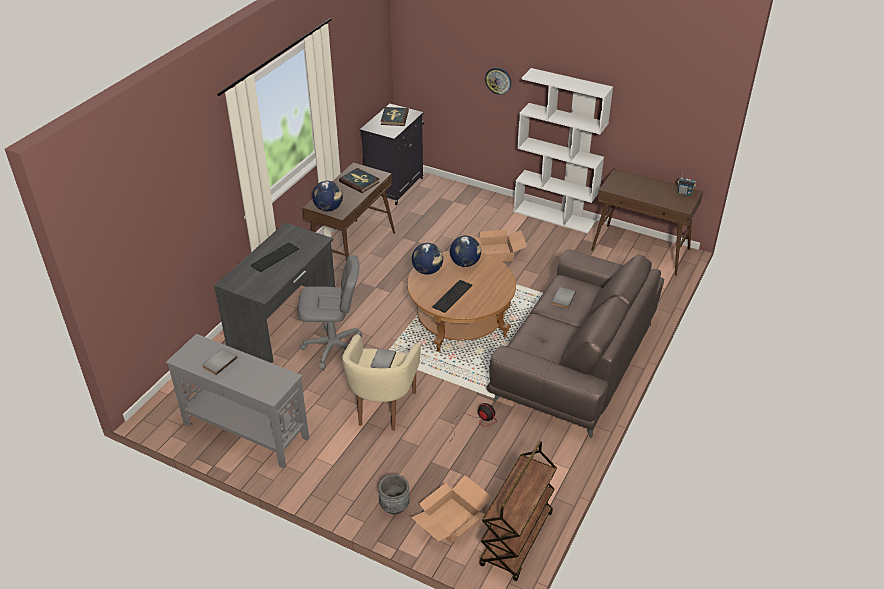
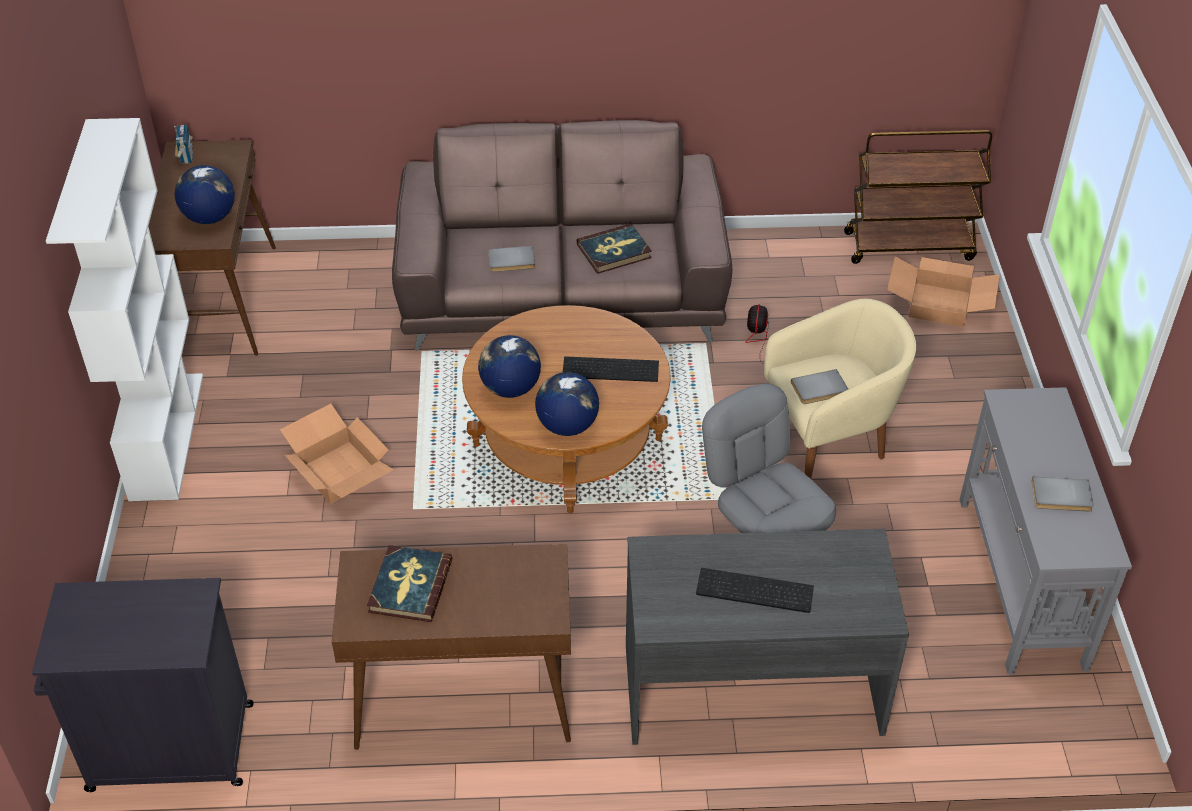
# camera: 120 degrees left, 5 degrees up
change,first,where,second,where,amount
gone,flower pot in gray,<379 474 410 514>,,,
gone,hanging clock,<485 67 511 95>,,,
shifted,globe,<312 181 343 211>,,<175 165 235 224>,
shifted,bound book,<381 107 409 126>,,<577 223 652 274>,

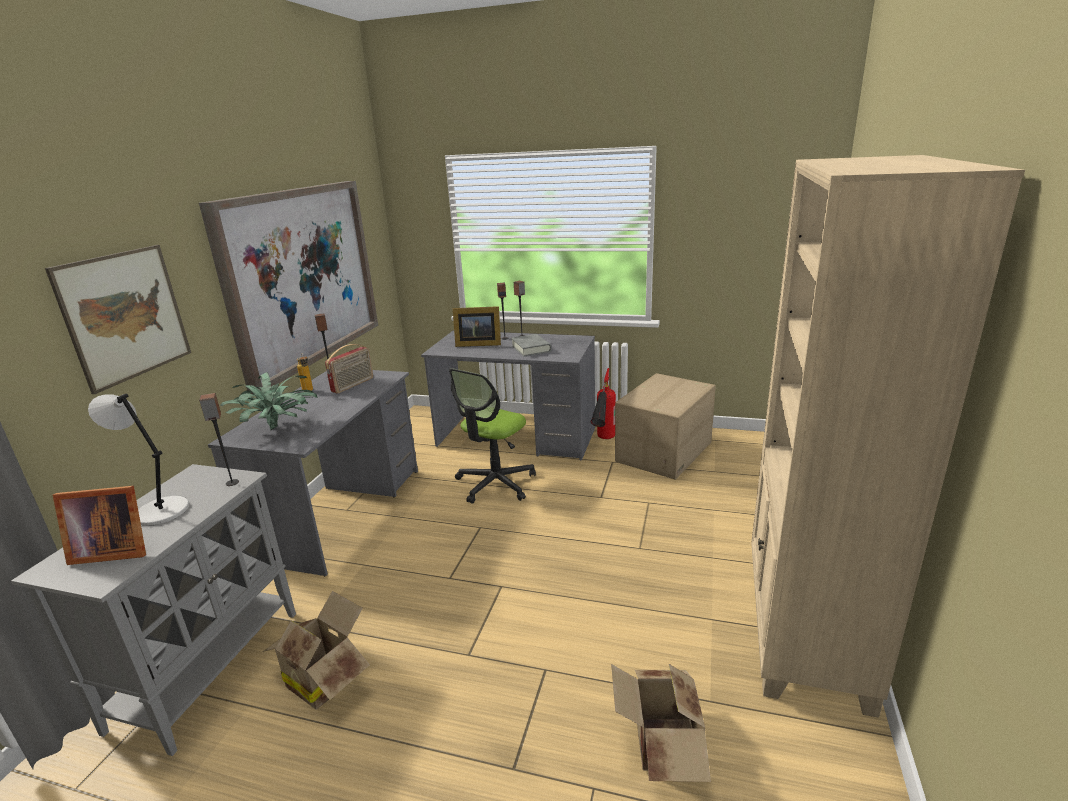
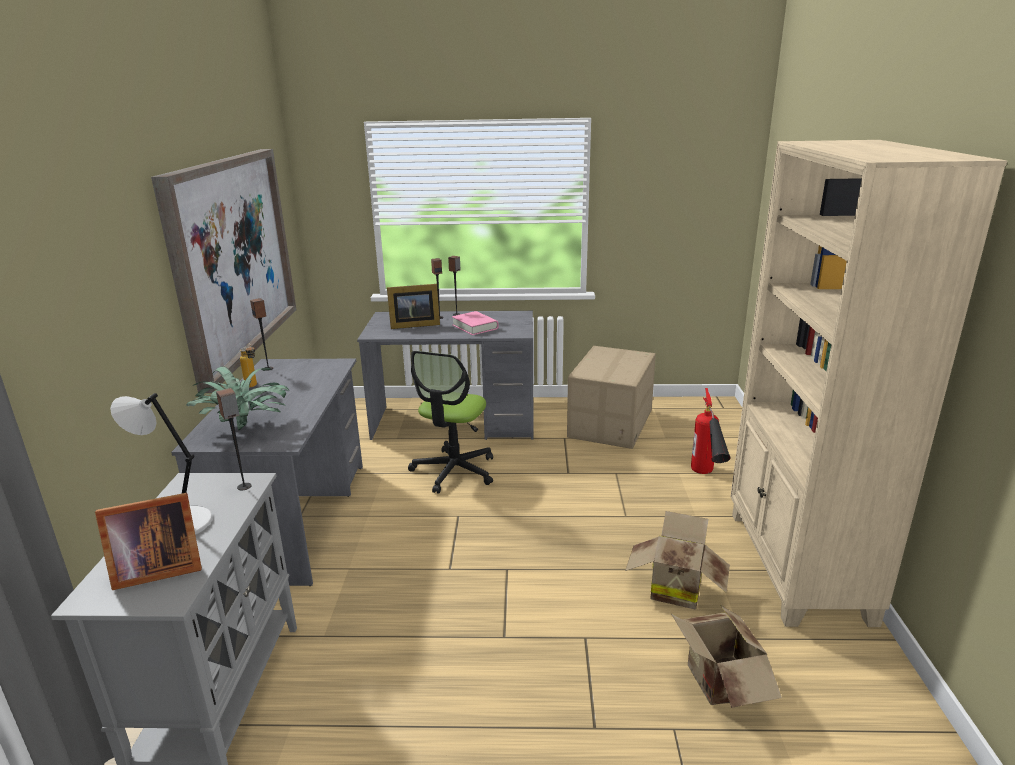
# camera: 15 degrees left, 0 degrees up
change,first,where,second,where,amount
gone,wall picture,<45 245 191 394>,,,
gone,radio,<325 344 373 393>,,,
shifted,carton,<263 591 370 709>,,<625 511 730 610>,
shifted,extinguisher,<590 368 616 439>,,<691 388 731 474>,
repainted,bound book in gray,<511 334 551 357>,bound book in pink-coloured,<452 311 498 335>,

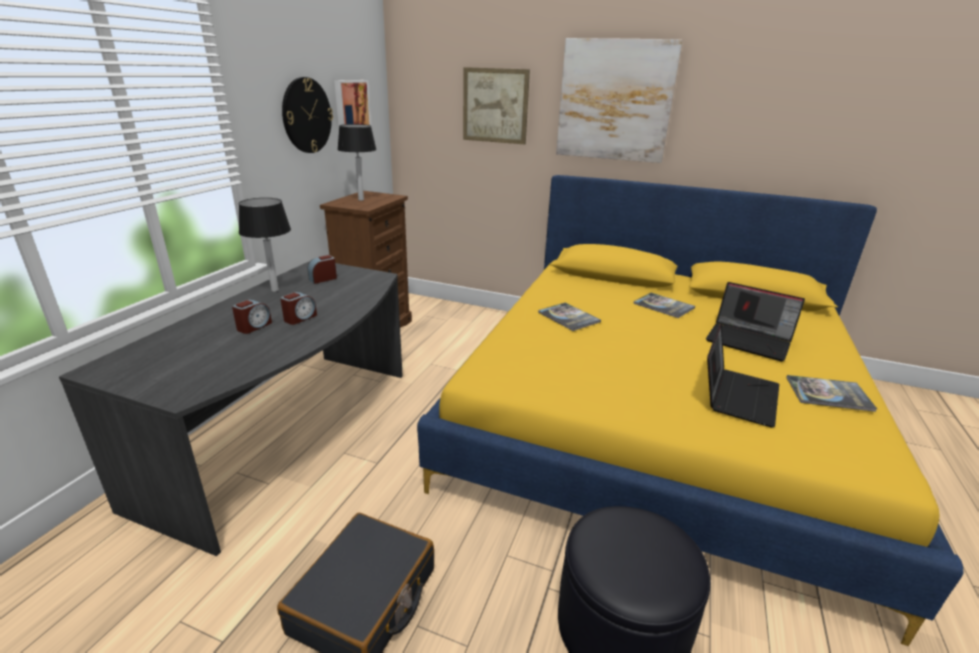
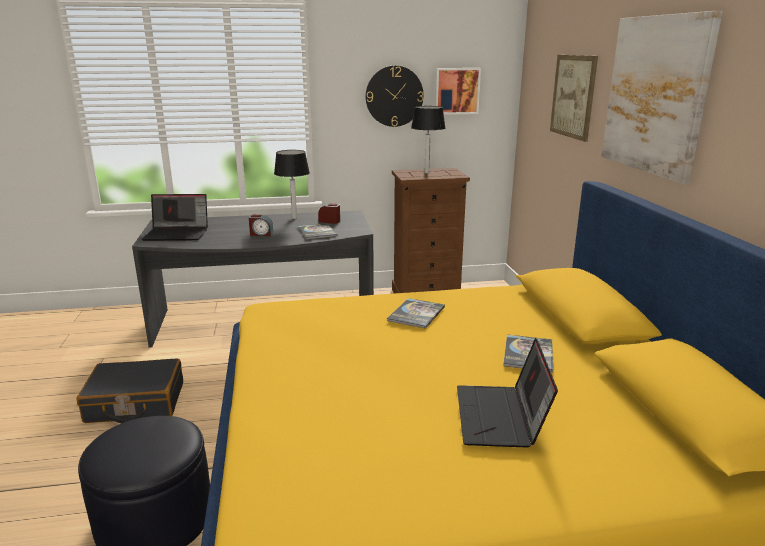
# camera: 60 degrees right, 5 degrees down
change,first,where,second,where,amount
gone,alarm clock,<232 300 272 334>,,,
shifted,laptop,<707 323 779 428>,,<142 194 208 241>,
shifted,bound book,<786 375 877 412>,,<298 223 338 239>,

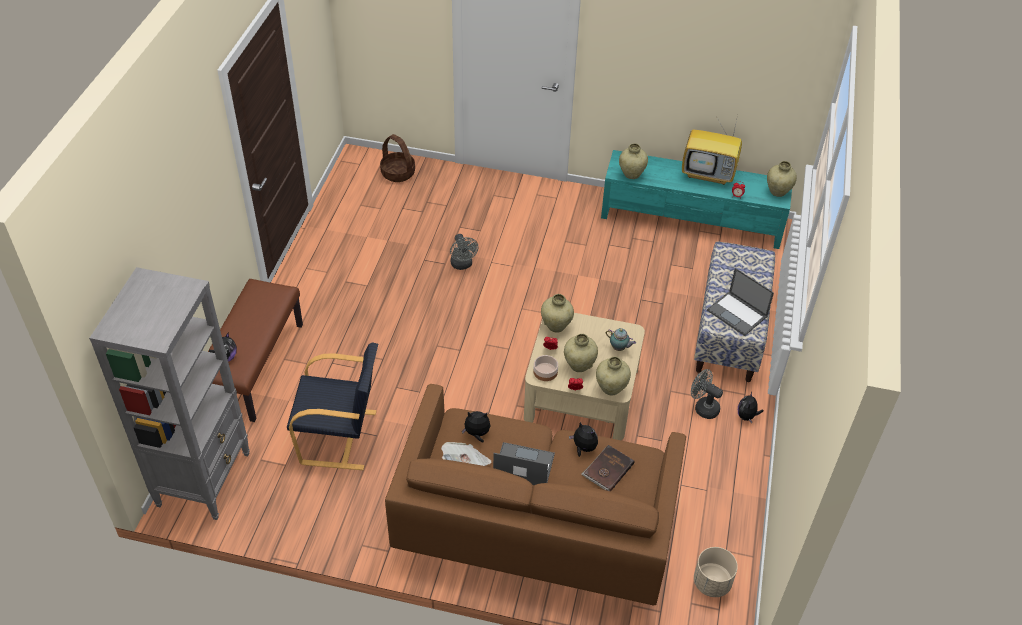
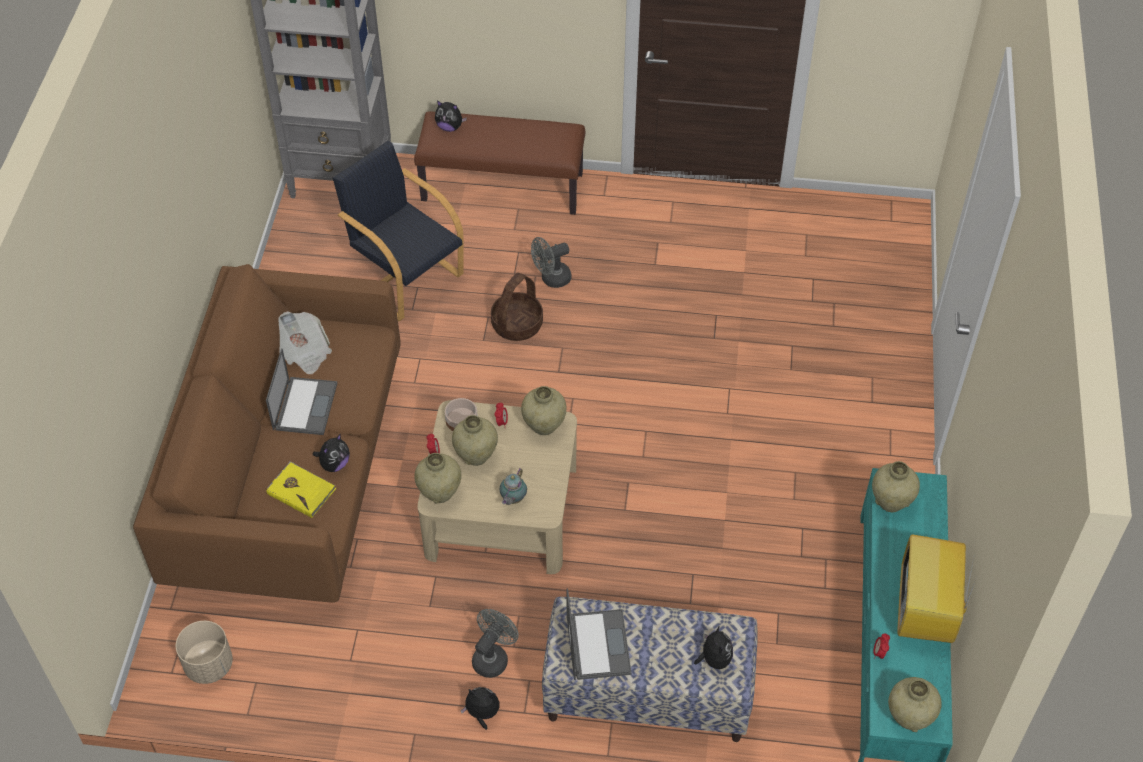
# camera: 85 degrees right, 5 degrees up
change,first,where,second,where,amount
shifted,storage basket,<380 134 415 182>,,<491 273 543 341>,
shifted,fan in gray,<450 234 479 270>,,<531 237 571 288>,
shifted,plush toy,<462 411 491 442>,,<694 625 733 669>,
repainted,bound book in brown-coloured,<581 445 634 491>,bound book in yellow,<266 462 336 518>,
rotated,easy chair in blackish,<287 342 378 470>,,<333 141 464 321>,135 degrees clockwise
rotated,laptop,<707 268 774 336>,,<566 588 632 680>,135 degrees clockwise

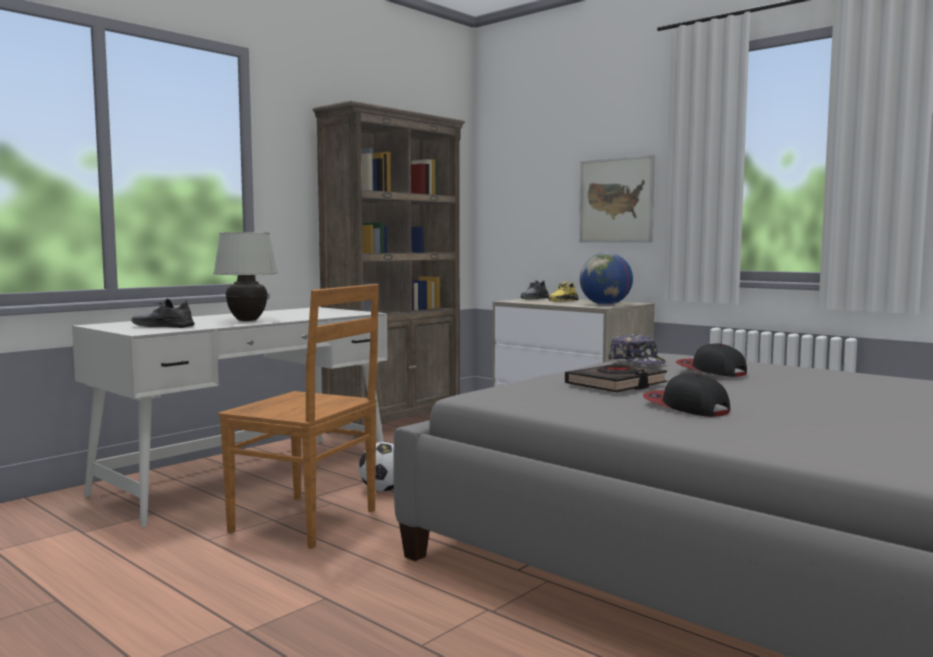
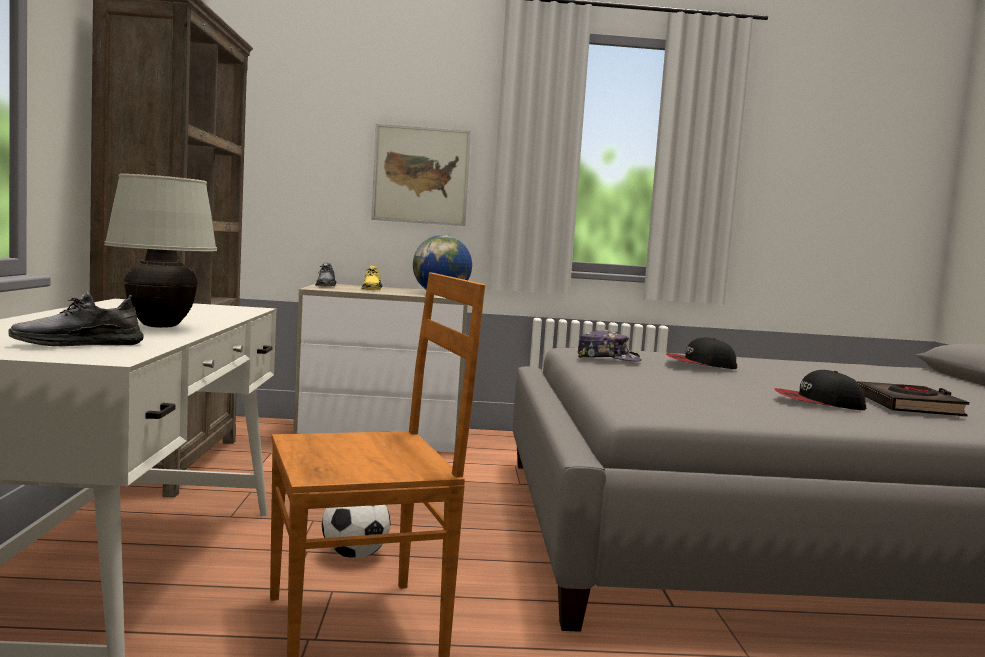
# camera: 45 degrees left, 0 degrees up
change,first,where,second,where,amount
shifted,bound book in blackish,<565 364 667 392>,,<857 381 969 416>,

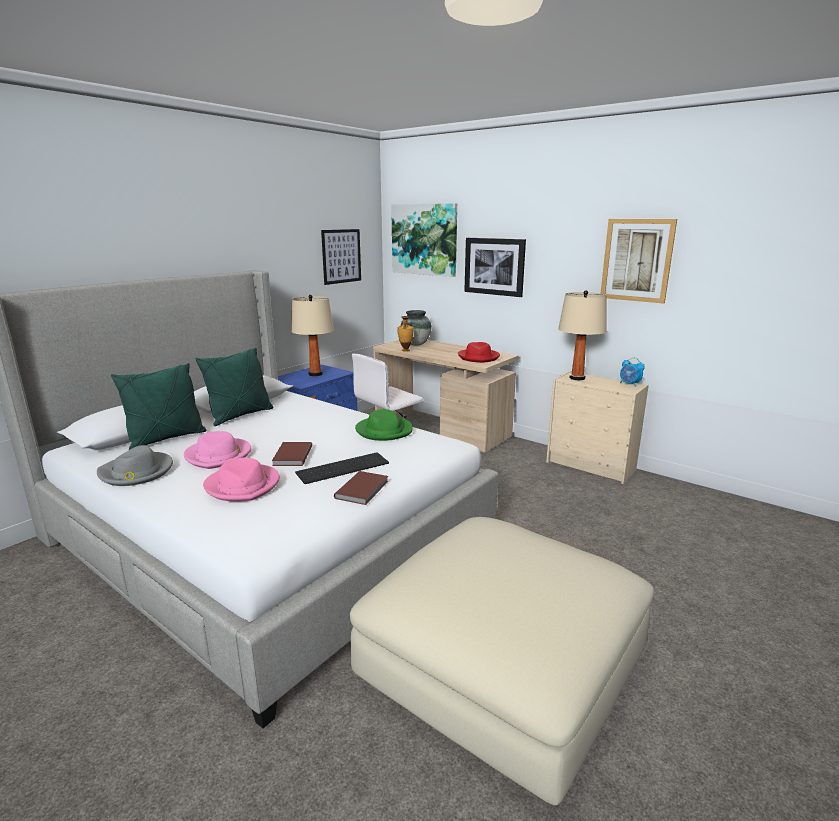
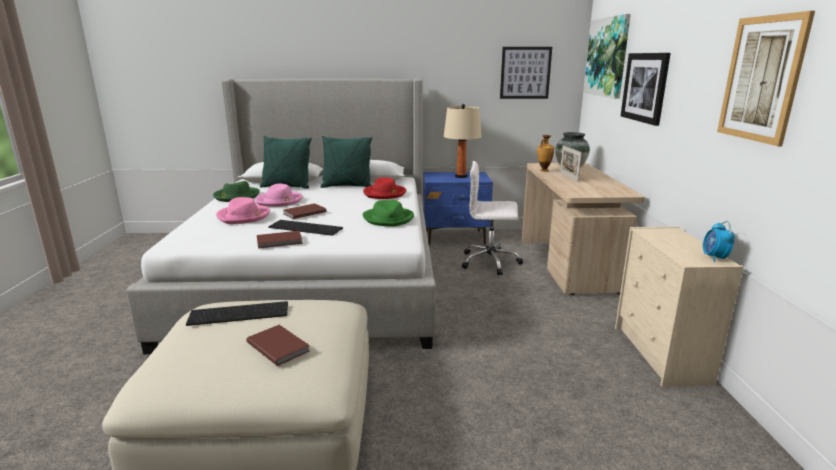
# camera: 50 degrees right, 0 degrees up
change,first,where,second,where,amount
gone,tabletop lamp in sand-coloured,<558 290 607 380>,,,
new,,,keyboard,<186 301 288 326>,
new,,,bound book in brown-coloured,<247 325 310 366>,
new,,,picture frame,<560 145 582 181>,
shifted,clothing hat in reddish,<458 342 500 363>,,<363 177 406 199>,
repainted,clothing hat in gray,<97 445 173 486>,clothing hat in green,<213 181 260 202>,

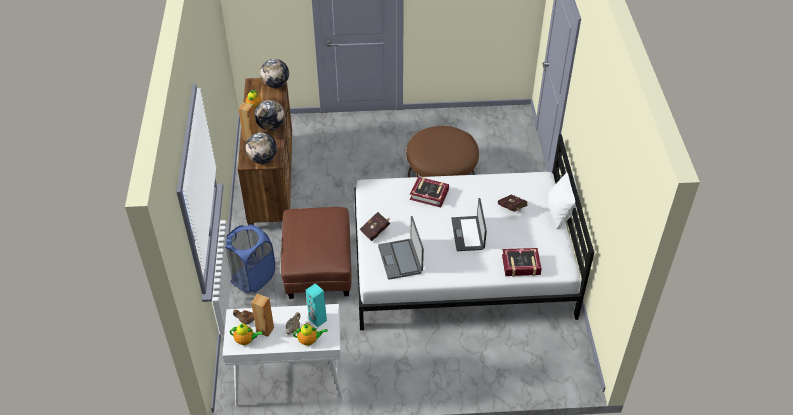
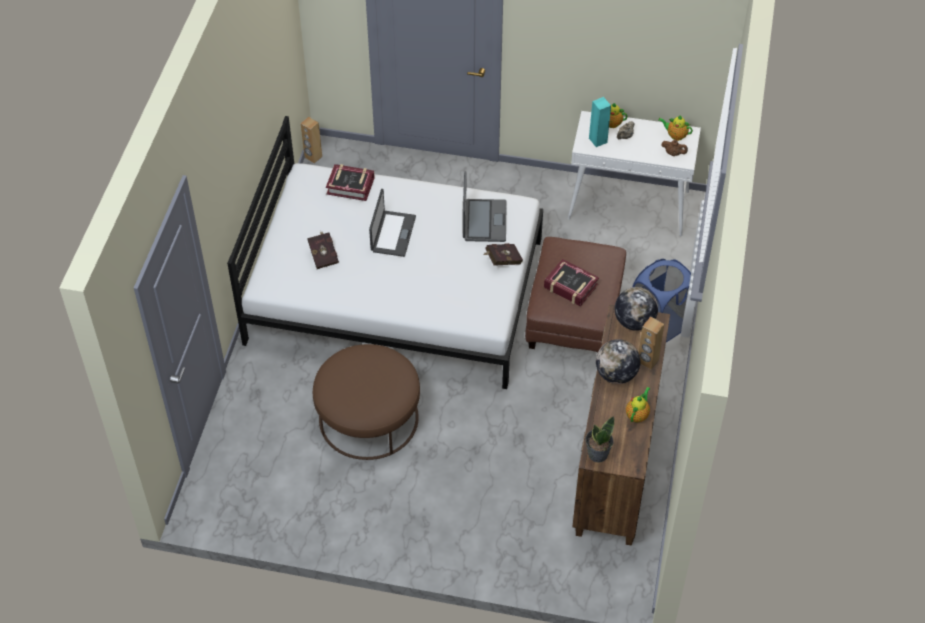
# camera: 165 degrees left, 5 degrees up
change,first,where,second,where,amount
gone,throw pillow in white,<548 170 578 229>,,,
shifted,loudspeaker in brown-coloured,<251 294 274 337>,,<301 117 322 163>,
shifted,bound book,<410 177 449 208>,,<544 259 599 306>,
swapped,globe,<260 59 289 88>,potted plant,<585 416 614 463>,

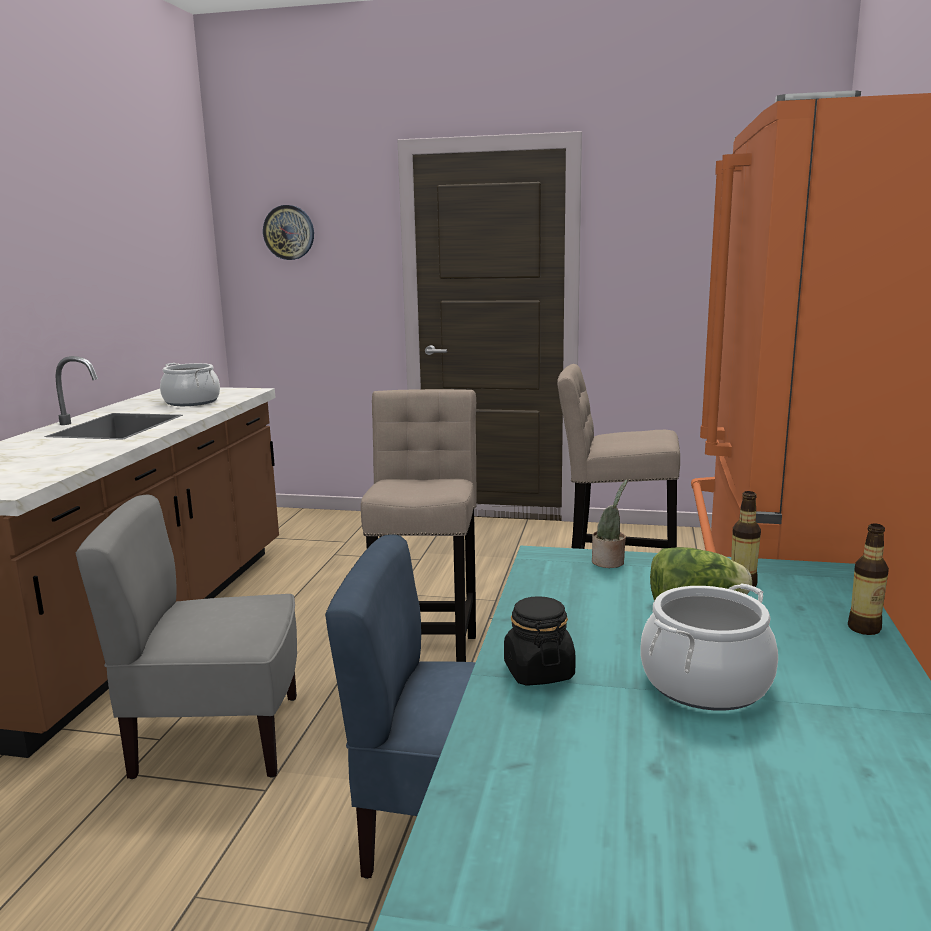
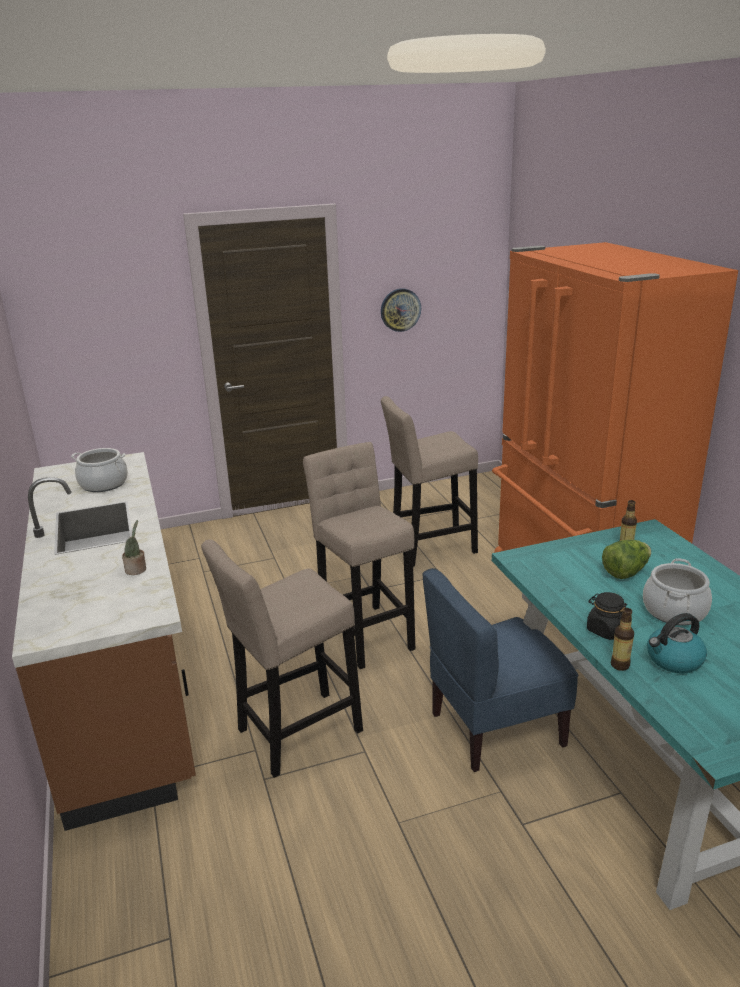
# camera: 30 degrees left, 10 degrees up
change,first,where,second,where,amount
new,,,tea kettle,<647 613 707 674>,
shifted,hanging clock,<263 205 314 260>,,<381 288 421 332>,
shifted,potted plant,<592 480 627 568>,,<122 520 146 575>,
shifted,drink bottle,<848 524 889 635>,,<611 608 634 671>,
swapped,plain chair in gray,<76 495 297 779>,stool seat in sand-coloured,<201 540 363 778>,

